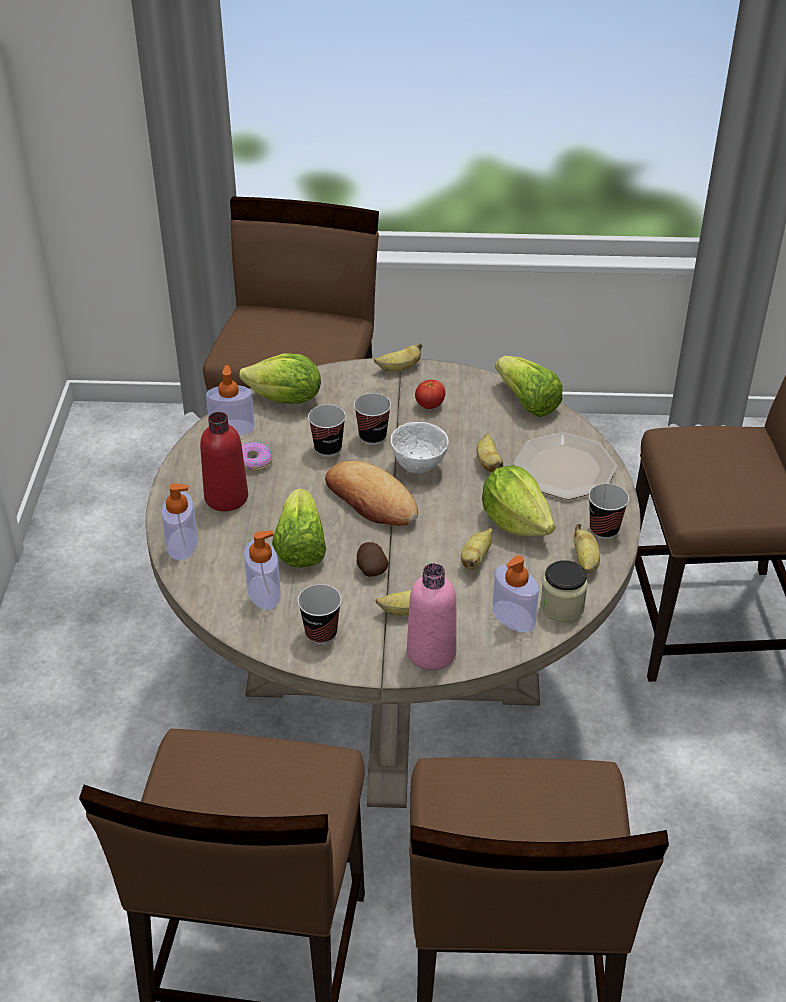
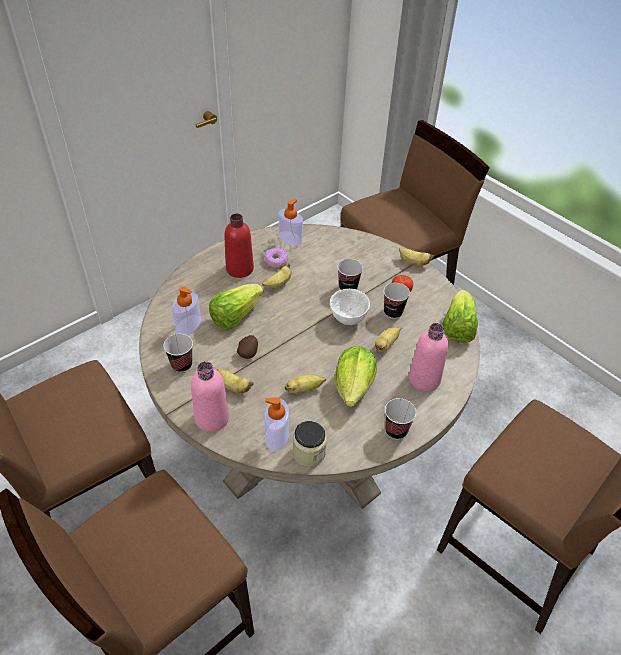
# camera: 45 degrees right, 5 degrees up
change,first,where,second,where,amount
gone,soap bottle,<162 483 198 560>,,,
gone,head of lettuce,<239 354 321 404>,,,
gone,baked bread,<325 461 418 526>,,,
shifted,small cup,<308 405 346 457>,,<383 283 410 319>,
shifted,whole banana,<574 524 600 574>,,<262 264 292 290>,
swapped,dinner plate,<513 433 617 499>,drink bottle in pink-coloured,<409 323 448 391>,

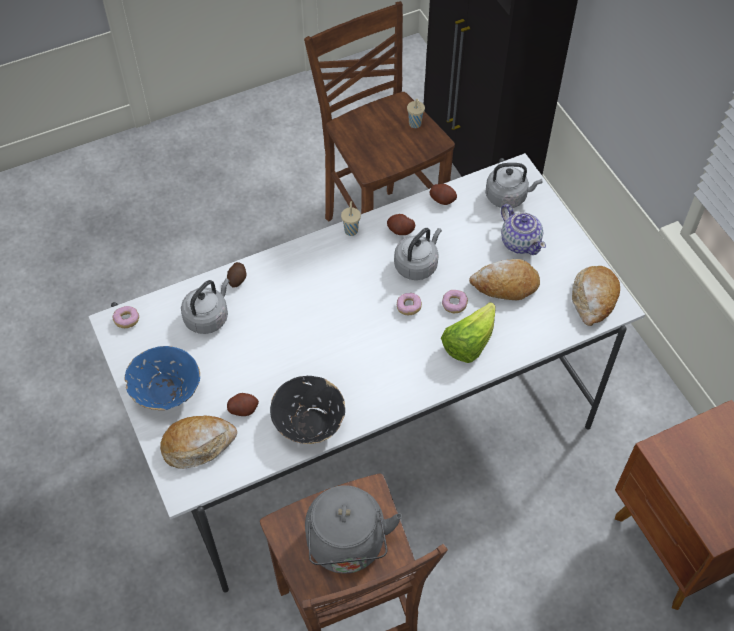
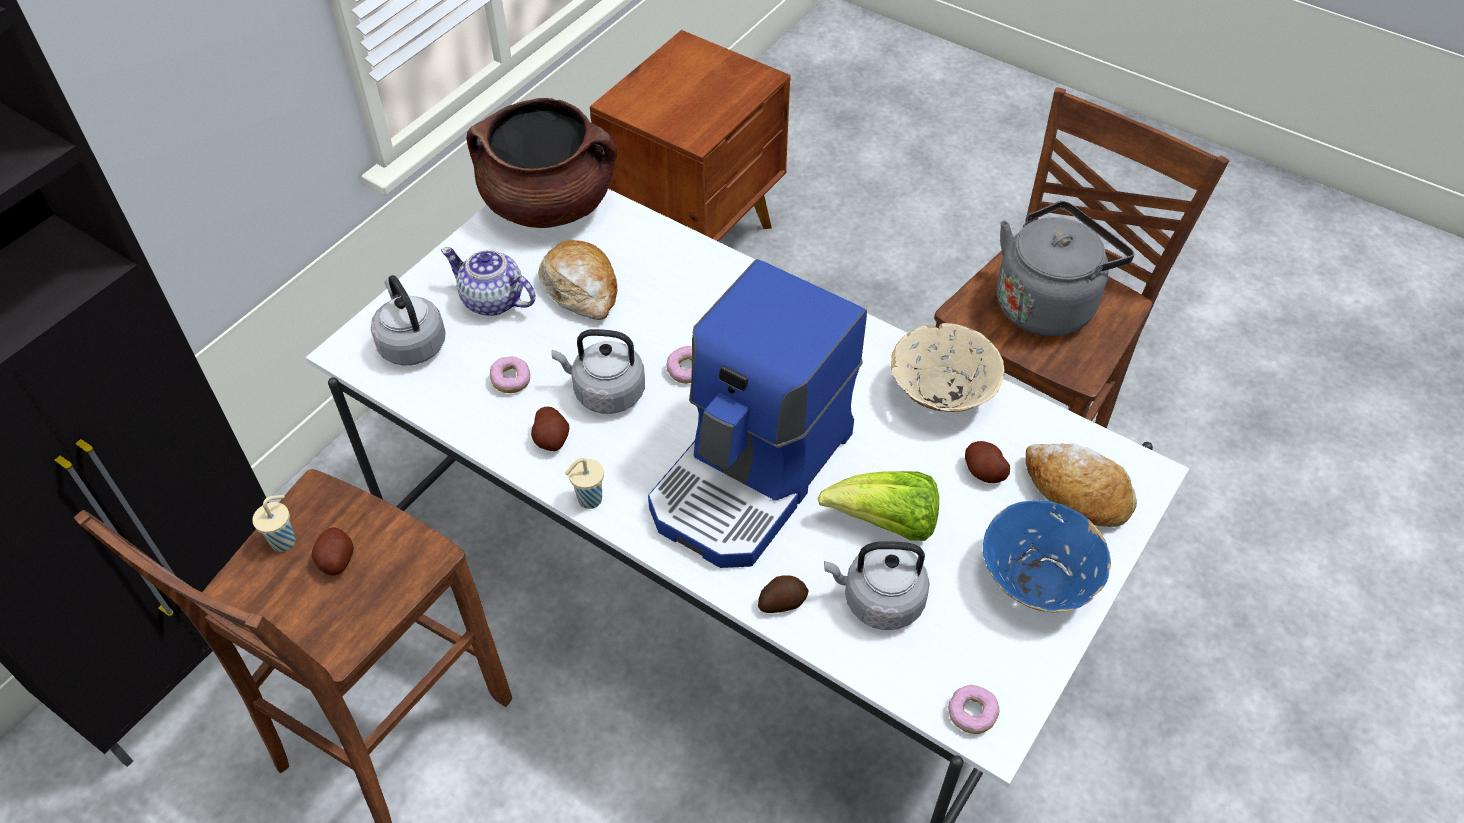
# camera: 120 degrees left, 5 degrees down
change,first,where,second,where,amount
new,,,coffee machine,<648 259 867 568>,
shifted,spud,<429 184 457 205>,,<311 527 354 576>,
shifted,head of lettuce,<441 302 495 363>,,<818 471 939 541>,
shifted,donut,<442 290 468 313>,,<490 356 530 393>,
swapped,baked bread,<572 266 620 326>,cooking pot in brown-coloured,<466 98 617 228>,
repainted,bowl in blackish,<270 376 345 444>,bowl in sand-coloured,<891 323 1005 412>,
rotated,teapot,<501 204 546 255>,,<441 247 536 316>,90 degrees counterclockwise

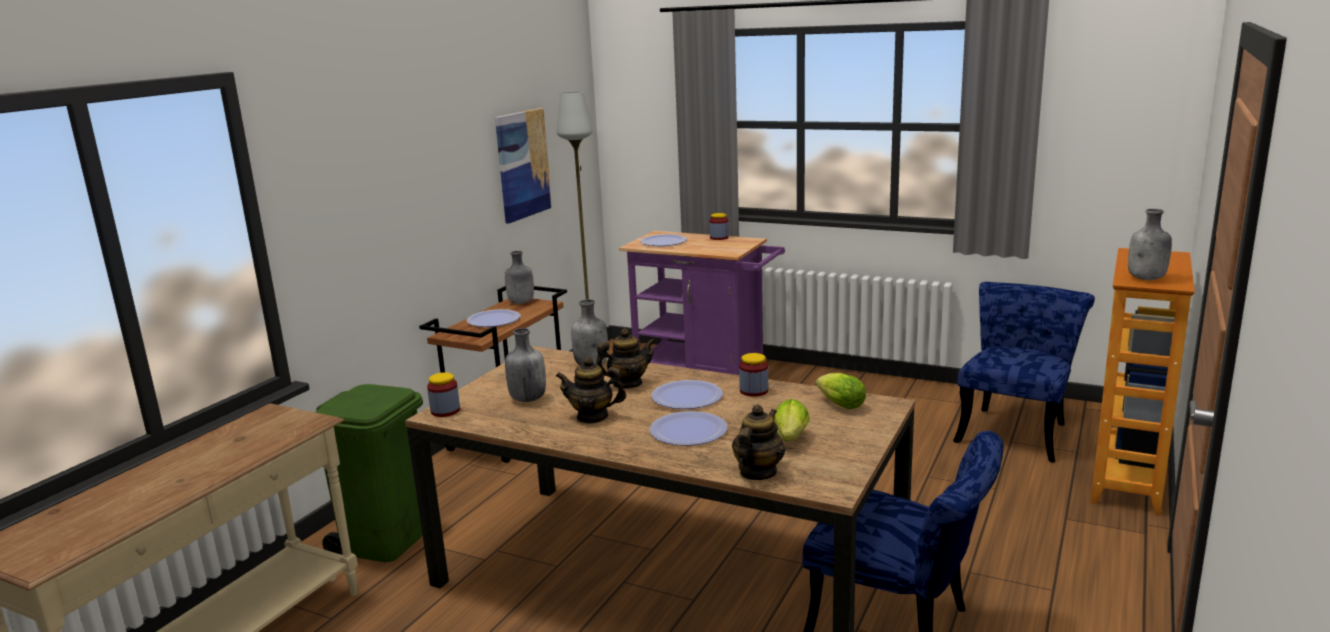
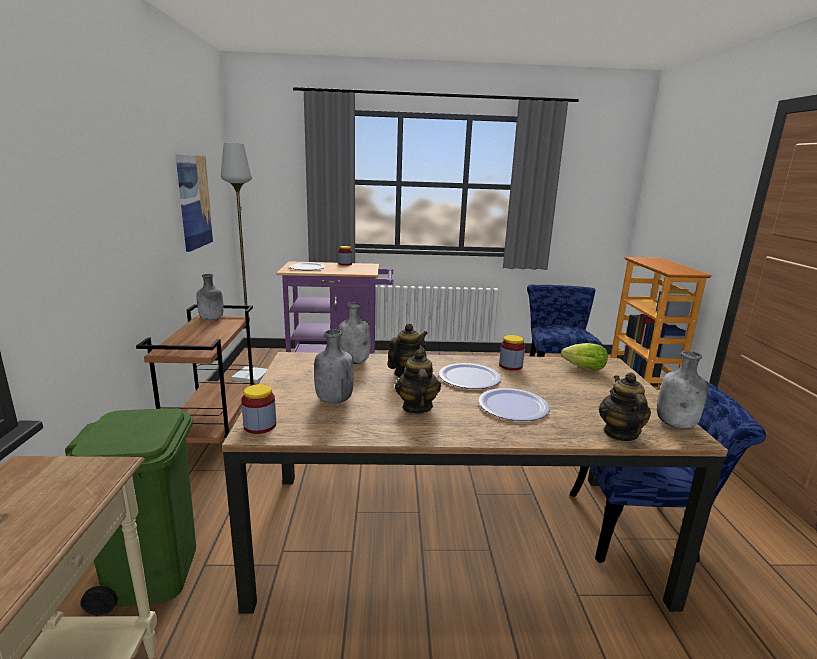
# camera: 30 degrees left, 0 degrees up
change,first,where,second,where,amount
gone,dinner plate,<467 309 521 327>,,,
gone,head of lettuce,<774 399 810 442>,,,
shifted,drink bottle in gray,<1128 209 1172 280>,,<657 351 708 429>,
rotated,teapot,<556 357 626 424>,,<395 350 441 414>,105 degrees clockwise

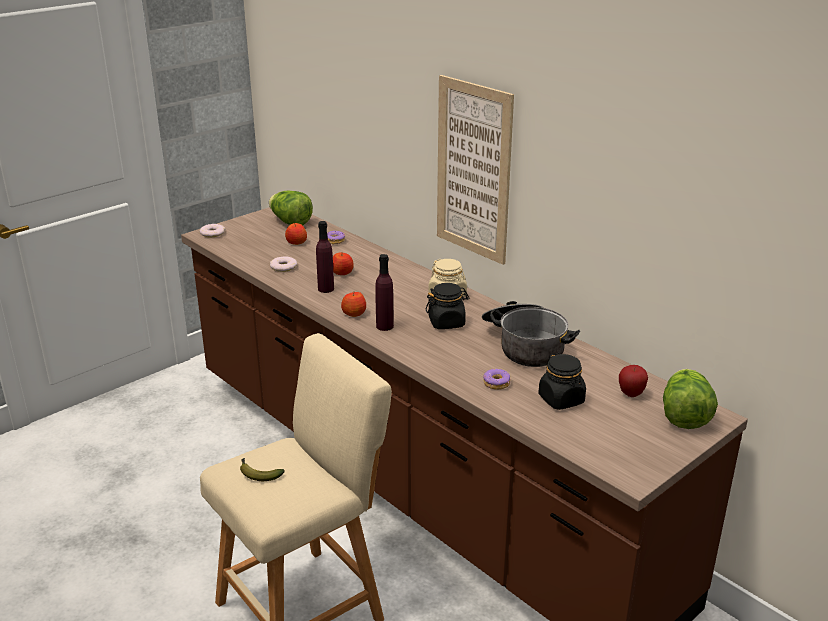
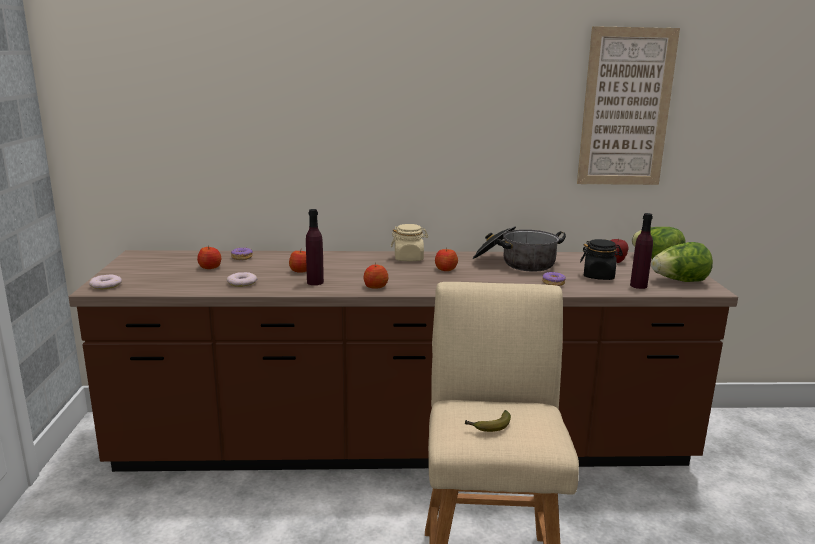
# camera: 50 degrees left, 10 degrees down
change,first,where,second,where,amount
shifted,head of lettuce,<269 191 313 226>,,<651 242 713 282>,
shifted,drink bottle in purplish,<375 254 394 331>,,<630 213 653 289>,
shifted,wall picture,<437 75 514 265>,,<577 26 680 185>,
swapped,preserve jar in blackish,<426 283 469 329>,whole apple,<435 249 458 271>,

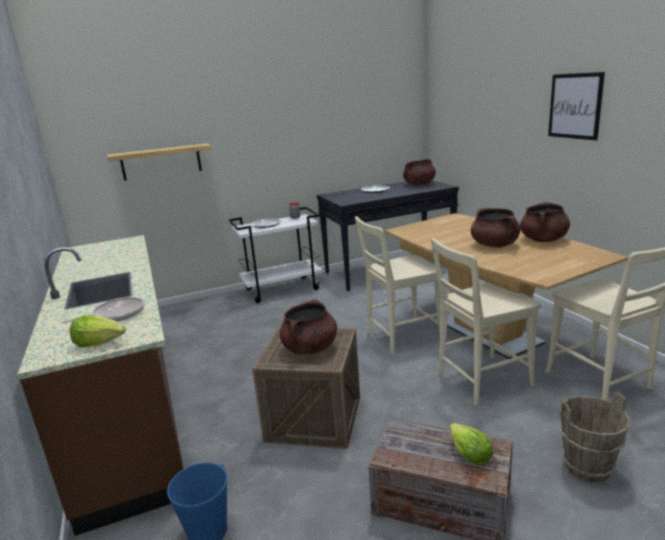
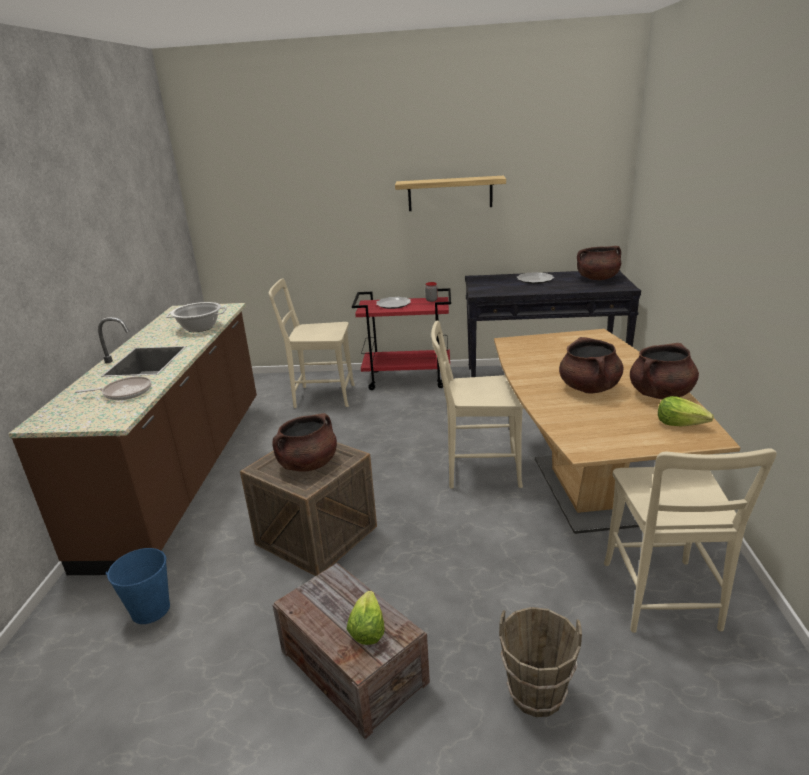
# camera: 25 degrees right, 5 degrees up
change,first,where,second,where,amount
gone,wall picture,<548 72 605 140>,,,
new,,,cooking pot,<166 302 227 332>,
shifted,head of lettuce,<70 315 126 347>,,<658 396 714 426>,
shifted,wall shelf,<107 143 211 181>,,<395 176 506 211>,
shifted,plain chair in sand-coloured,<431 238 541 405>,,<269 278 355 408>,
repainted,wheeled cart in white,<228 207 322 303>,wheeled cart in reddish,<352 288 451 390>,

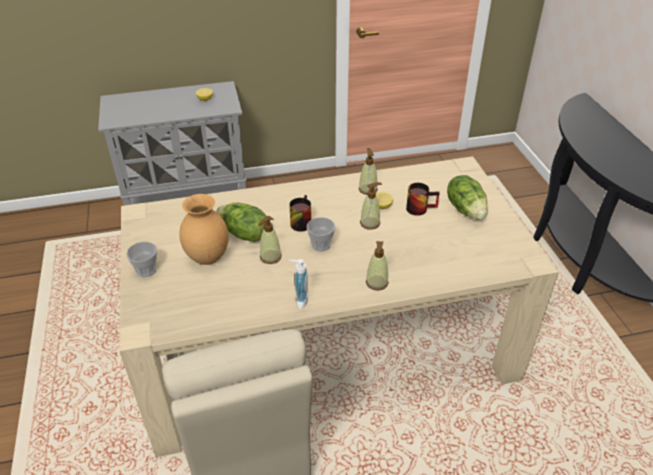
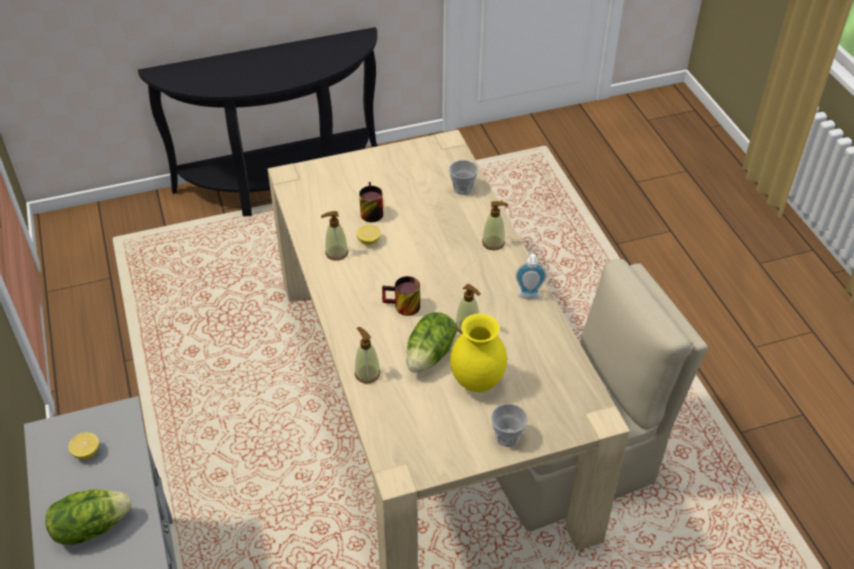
# camera: 95 degrees left, 5 degrees up
change,first,where,second,where,amount
shifted,small cup,<307 217 335 251>,,<449 160 478 195>,
shifted,soap bottle,<360 182 382 230>,,<355 327 380 383>,
shifted,head of lettuce,<447 175 488 220>,,<45 489 132 545>,
repainted,decorative vase in brown-coloured,<179 194 229 265>,decorative vase in yellow,<450 314 507 392>,

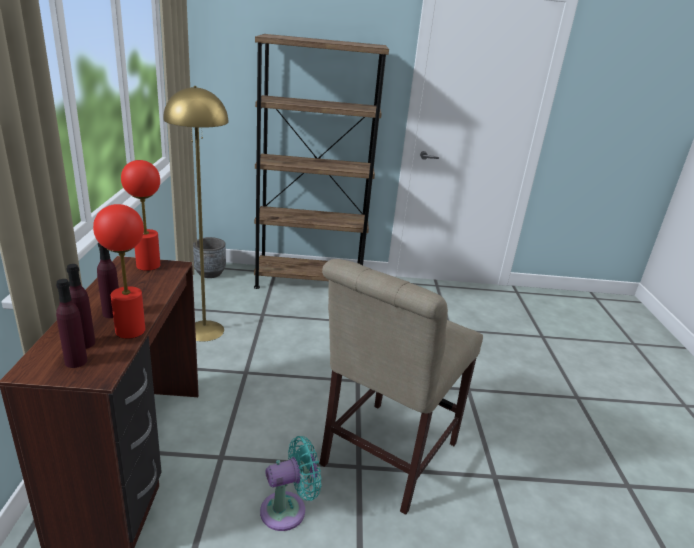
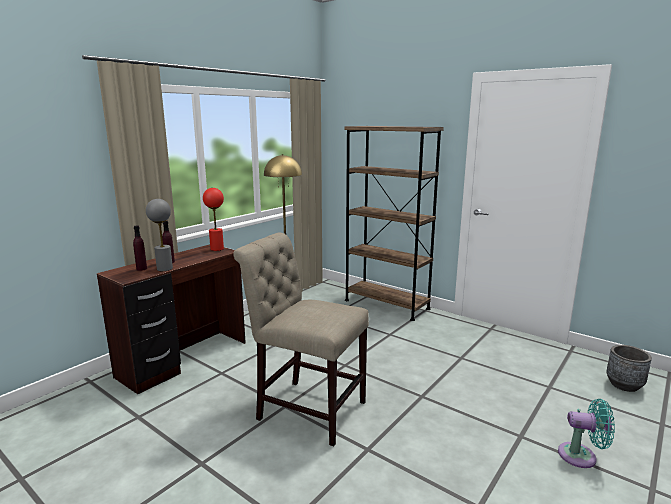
# camera: 40 degrees right, 10 degrees down
change,first,where,second,where,amount
gone,drink bottle in purplish,<56 279 87 368>,,,
shifted,flower pot in gray,<193 237 226 278>,,<606 345 652 392>,
shifted,fan in blue-green,<260 436 322 531>,,<558 399 615 468>,
repainted,tabletop lamp in reddish,<93 204 145 339>,tabletop lamp in gray,<146 199 173 271>,
rotated,plain chair in sand-coloured,<319 259 483 515>,,<233 232 369 446>,45 degrees clockwise

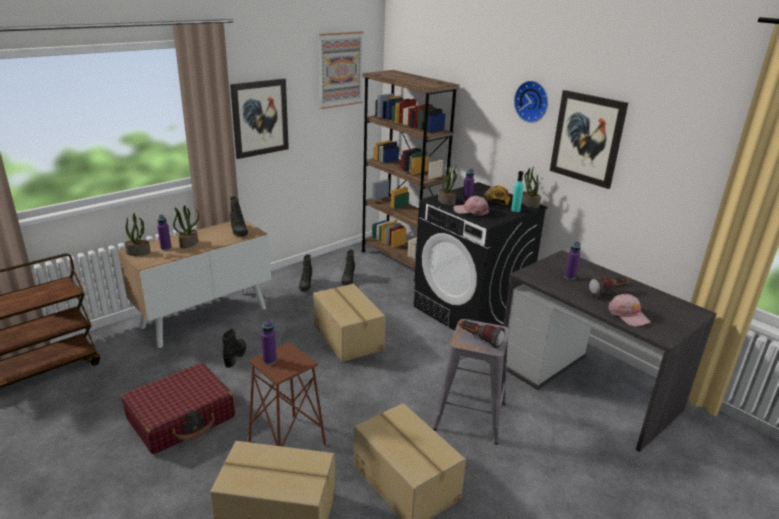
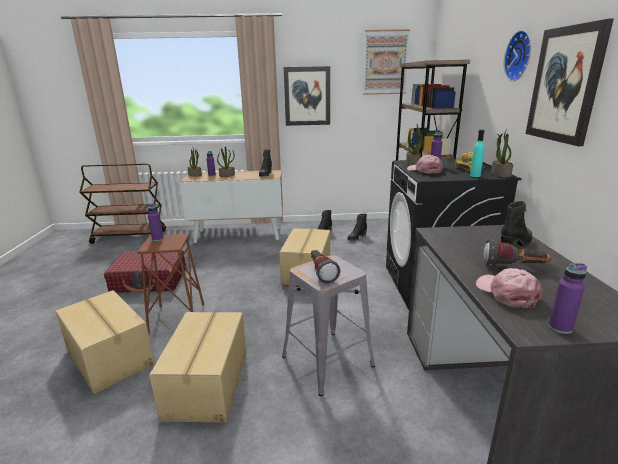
# camera: 40 degrees right, 5 degrees down
change,first,where,second,where,amount
shifted,high-top boot in blackish,<222 329 246 368>,,<501 201 532 247>,
shifted,drink bottle in purplish,<564 242 581 280>,,<548 263 587 334>,
rotated,peaked cap in pink-coloured,<608 294 650 327>,,<476 268 542 308>,150 degrees clockwise

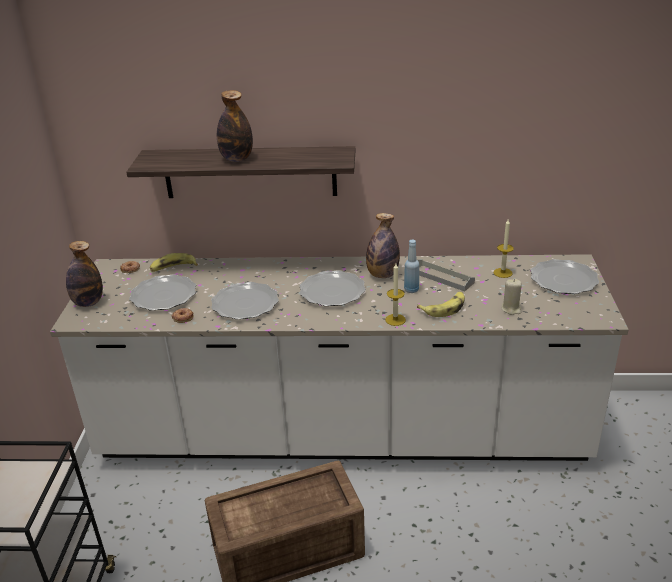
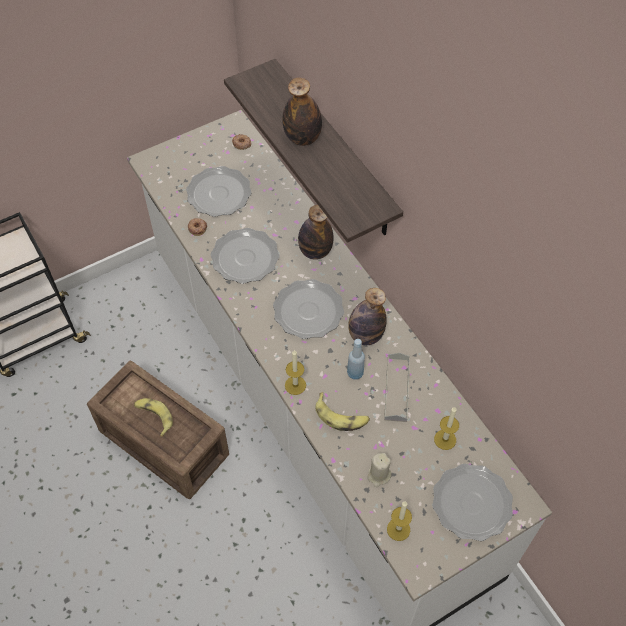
# camera: 55 degrees right, 25 degrees up
change,first,where,second,where,amount
new,,,wax light,<387 501 412 541>,
shifted,drink bottle,<66 241 103 307>,,<298 205 334 260>,
shifted,whole banana,<150 253 198 272>,,<134 398 173 437>,

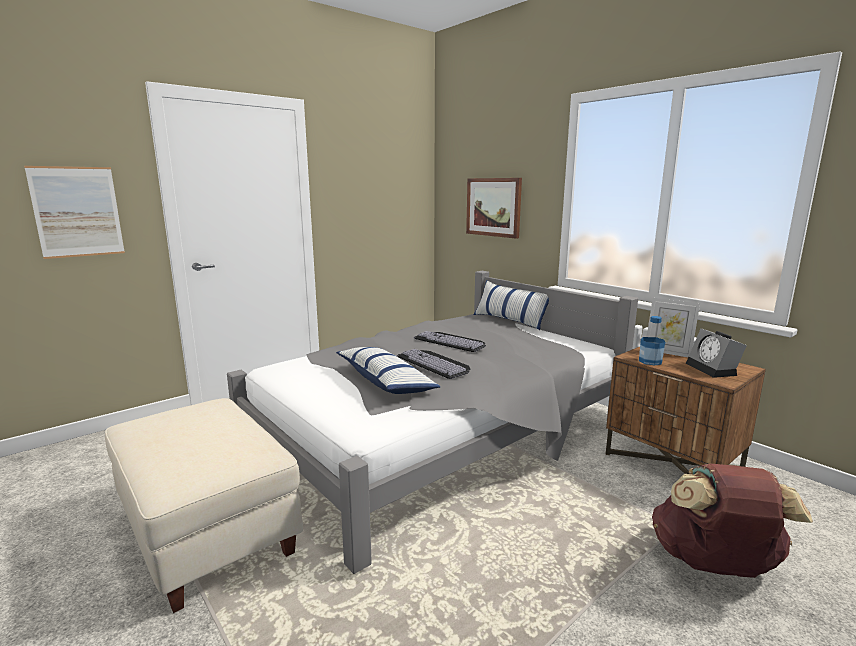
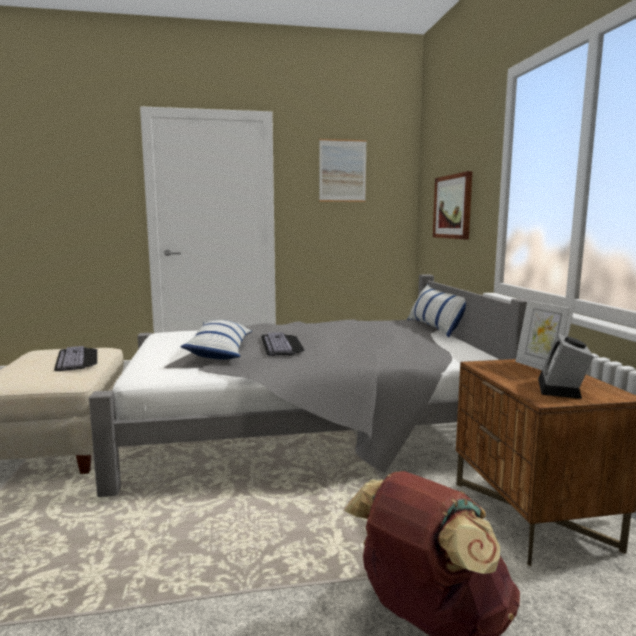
# camera: 30 degrees right, 5 degrees down
change,first,where,second,where,amount
gone,drink bottle,<639 316 665 366>,,,
shifted,wall picture,<24 166 125 259>,,<319 139 367 202>,
shifted,keyboard,<414 331 486 352>,,<54 346 97 371>,

